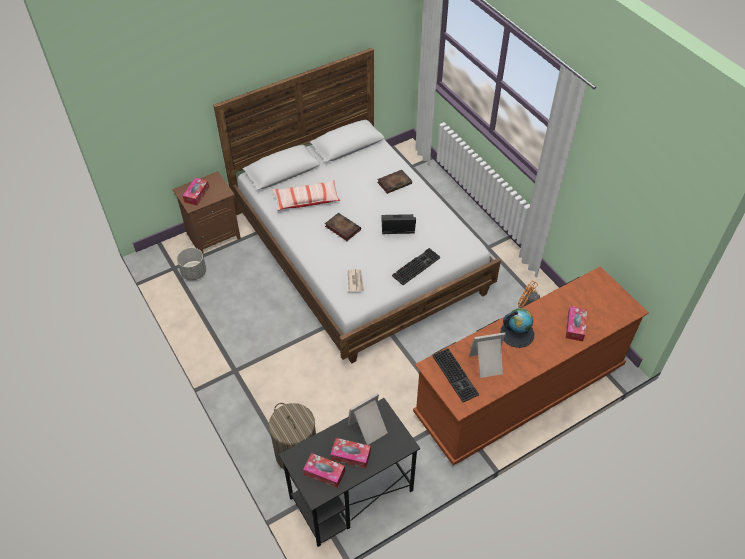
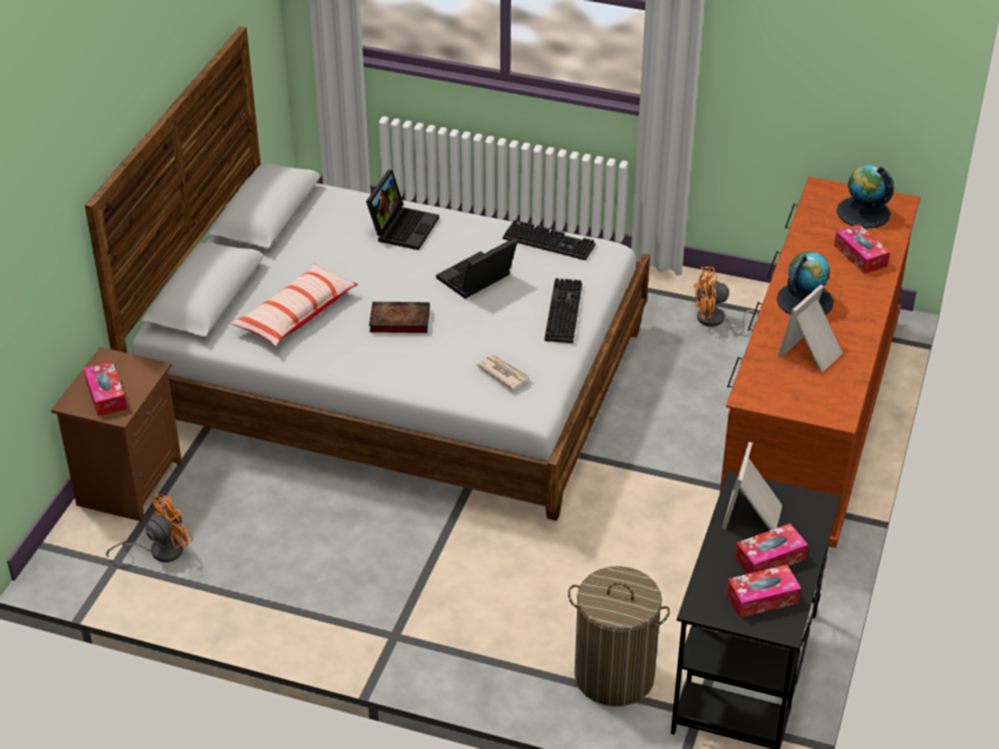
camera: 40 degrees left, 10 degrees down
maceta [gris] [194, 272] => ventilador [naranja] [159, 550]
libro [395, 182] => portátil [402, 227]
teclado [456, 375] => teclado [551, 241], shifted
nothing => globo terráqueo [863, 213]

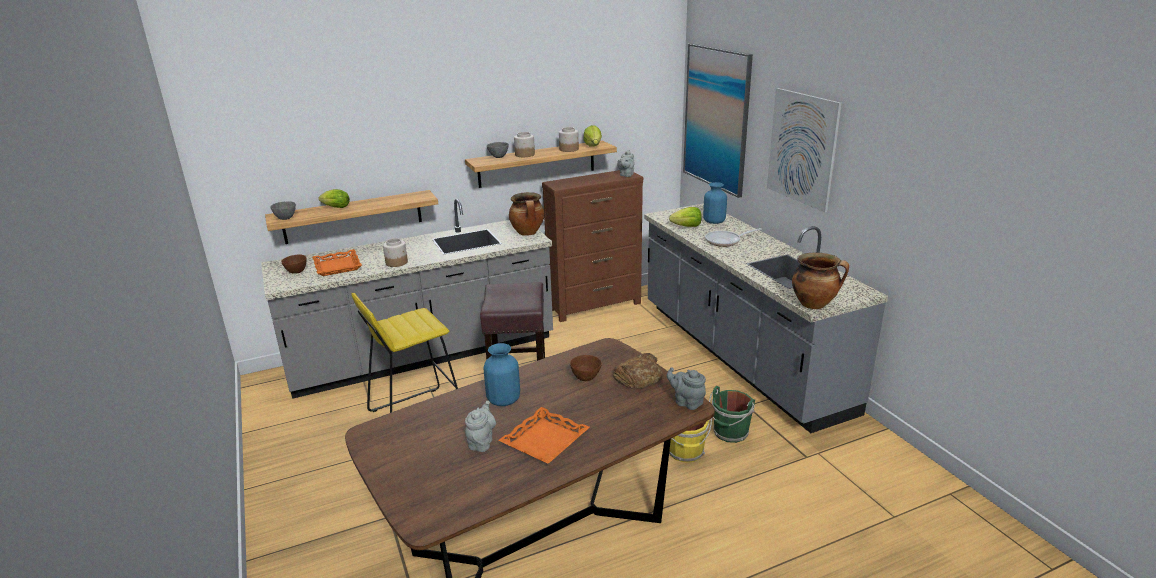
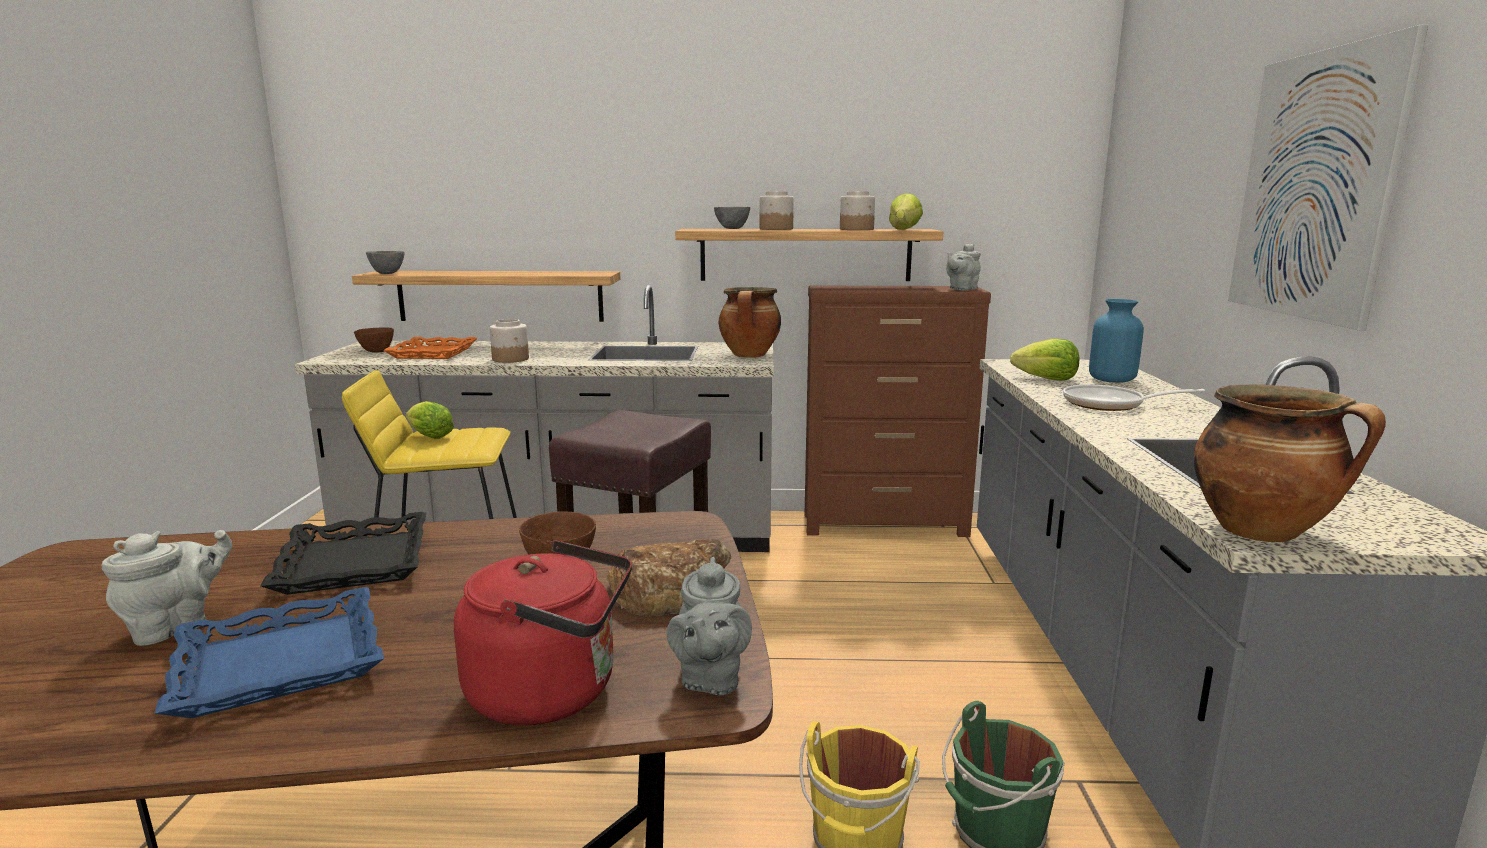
camera: 25 degrees right, 10 degrees down
bandeja [naranja] [544, 440] => bandeja [azul] [280, 662]
florero [azul] [503, 399] => bandeja [negro] [355, 563]
lechuga [335, 207] => lechuga [428, 436], shifted
nothing => hervidor [rojo] [552, 692]
tetera [gris] [687, 402] => tetera [gris] [710, 678], 150 degrees counterclockwise
cuadro [716, 118] => nothing

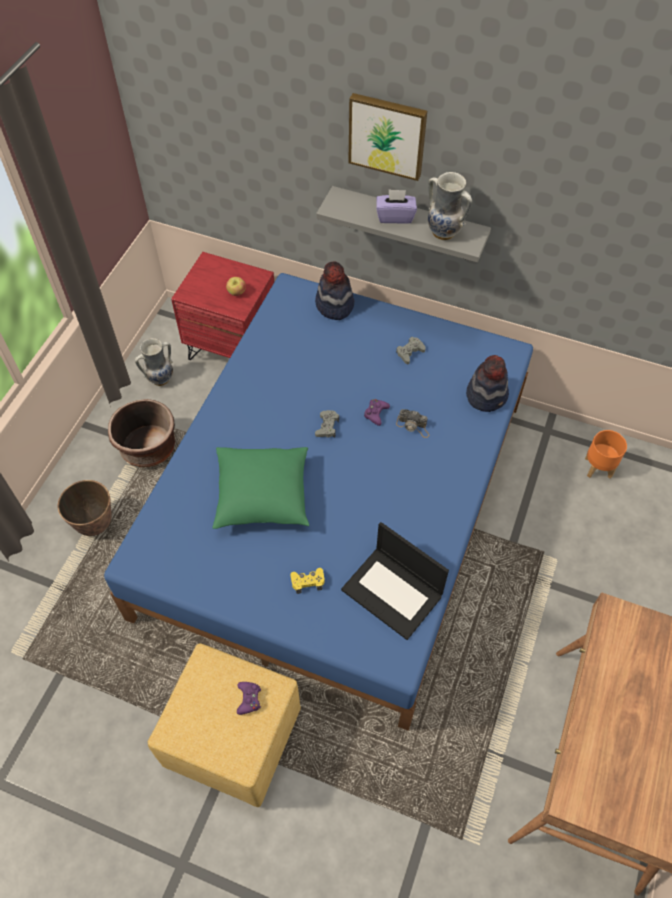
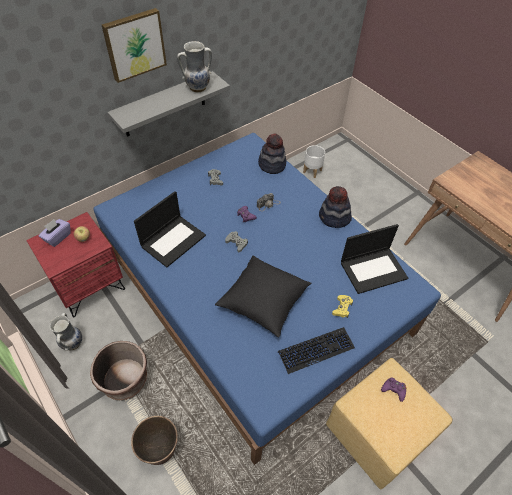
camera: 60 degrees left, 5 degrees down
caja de pañuelos [morado] [395, 216] => caja de pañuelos [morado] [57, 237], shifted
nothing => portátil [173, 240]
cojín [verde] [262, 496] => cojín [negro] [264, 302]
nothing => teclado [316, 350]
maceta [naranja] [599, 467] => maceta [blanco] [312, 171]
sombrero [334, 305] => sombrero [334, 218], shifted

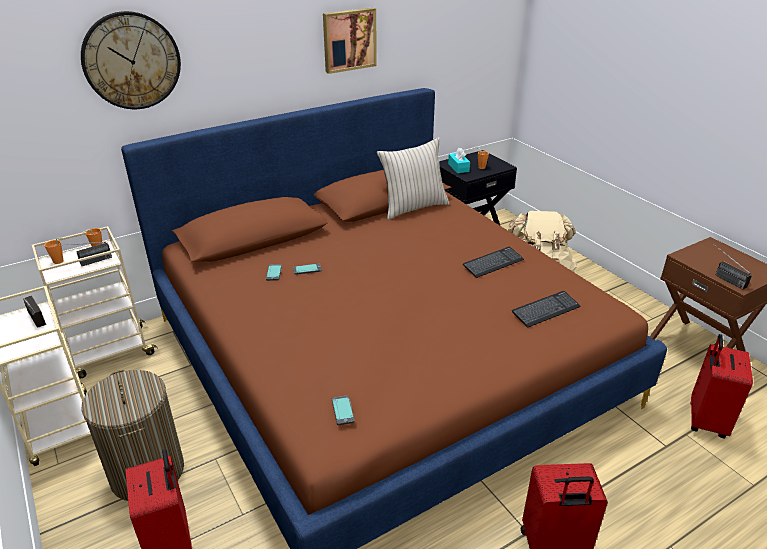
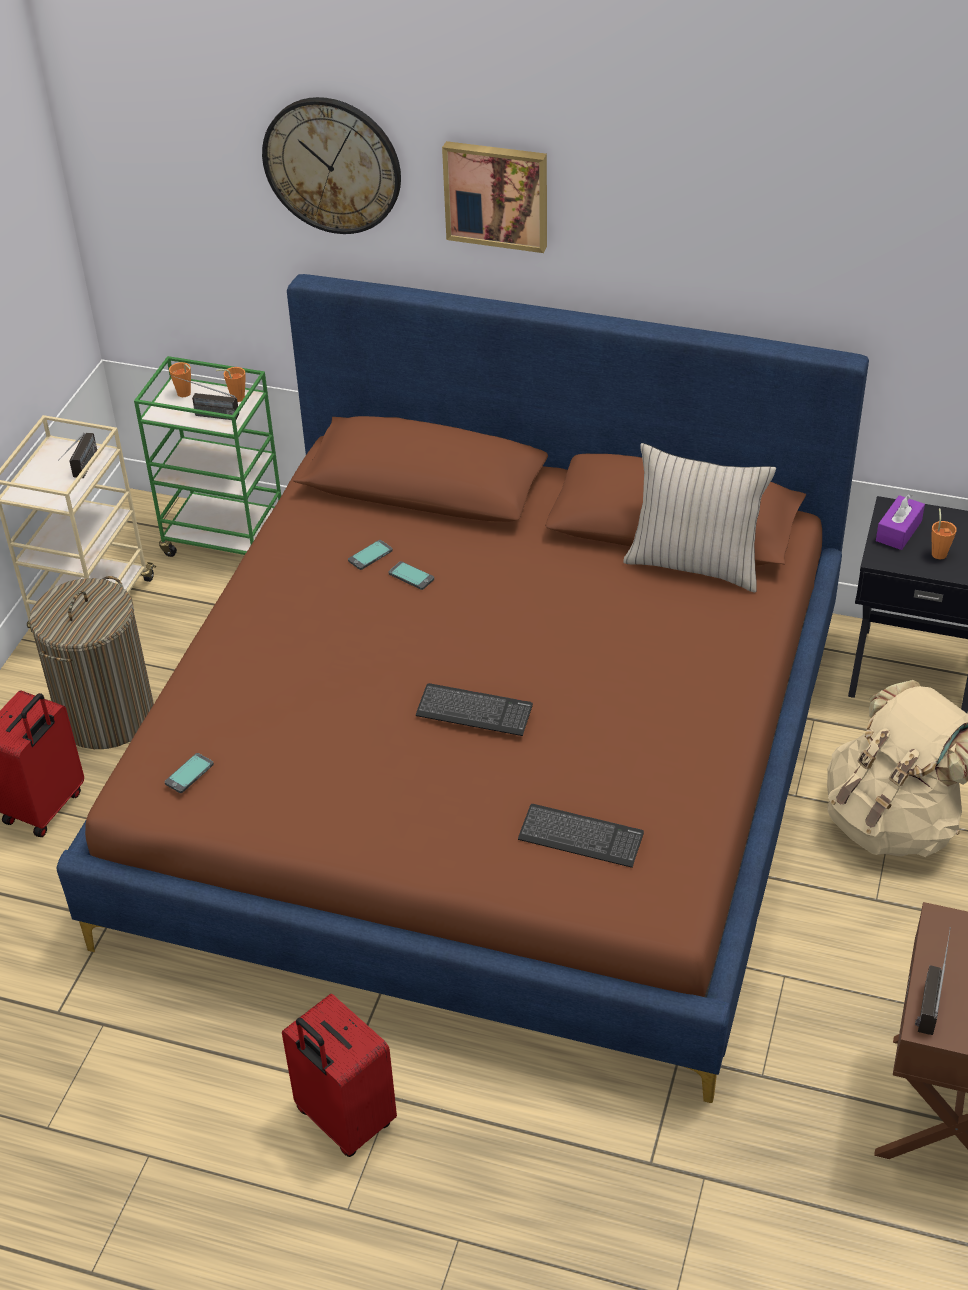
camera: 50 degrees right, 10 degrees up
carrito [beis] [109, 352] => carrito [verde] [226, 540]
teclado [493, 263] => teclado [474, 712], shifted
cuadro [349, 40] => cuadro [497, 194], shifted
caja de pañuelos [turquesa] [458, 167] => caja de pañuelos [morado] [898, 531]
maleta [rojo] [705, 420] => nothing

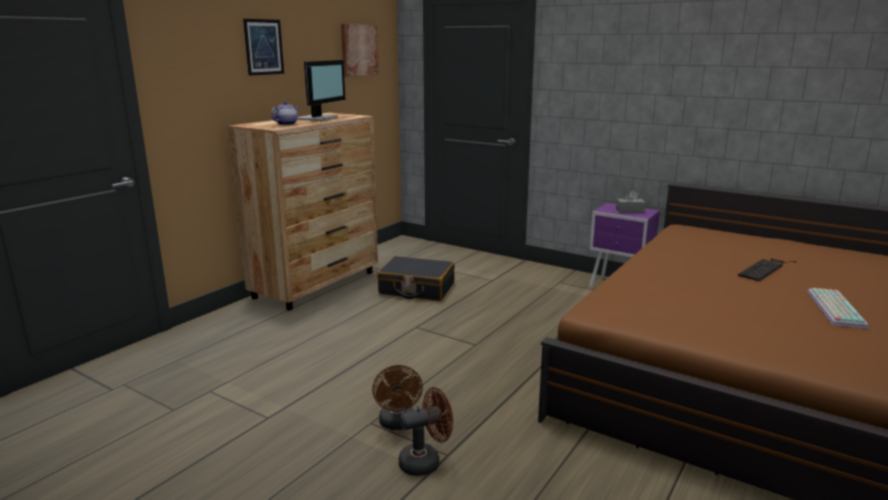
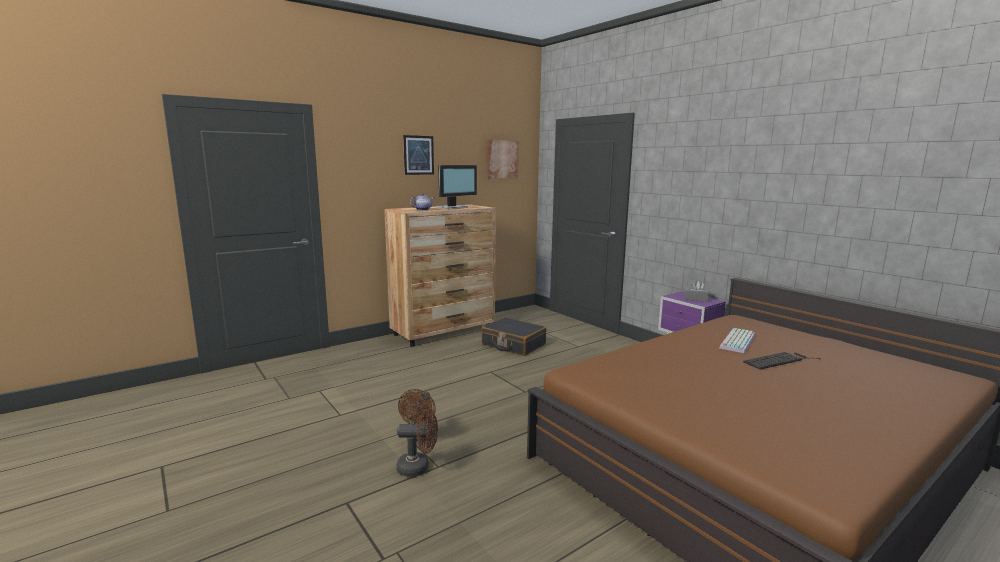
camera: 20 degrees right, 5 degrees down
teclado [833, 308] => teclado [736, 341], shifted

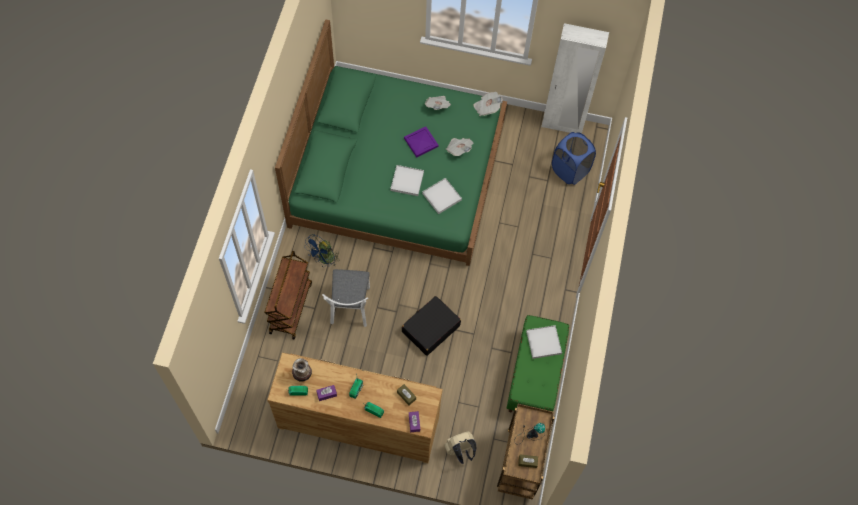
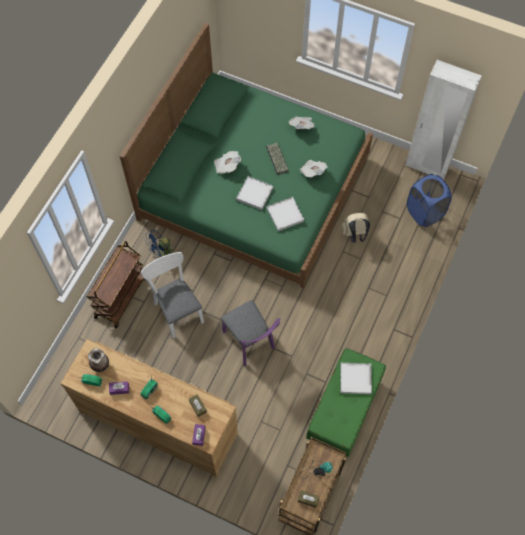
camera: 15 degrees right, 0 degrees up
silla [blanco] [350, 309] => silla [blanco] [177, 309], 135 degrees clockwise
periódico [487, 108] => periódico [227, 166], shifted
maleta [negro] [430, 329] => silla [morado] [250, 343]
bandeja [morado] [421, 142] => teclado [278, 159]
mochila [beis] [460, 451] => mochila [beis] [355, 235], shifted

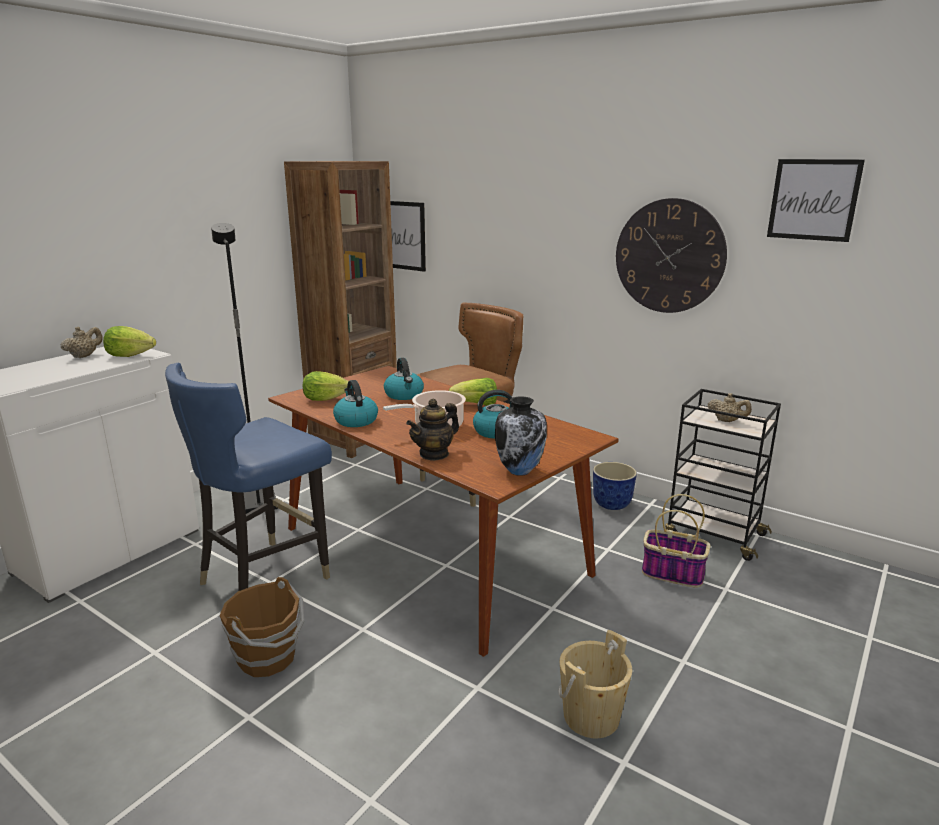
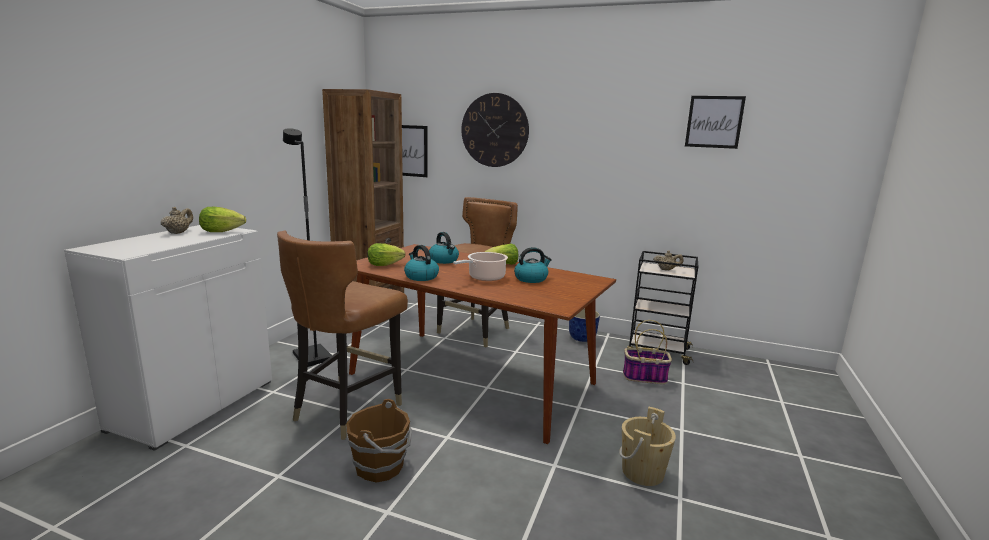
camera: 15 degrees left, 5 degrees down
silla [azul] [265, 577] => silla [marrón] [347, 409]
reloj de pared [669, 256] => reloj de pared [494, 130], shifted
tetera [434, 454] => nothing
florero [520, 471] => nothing

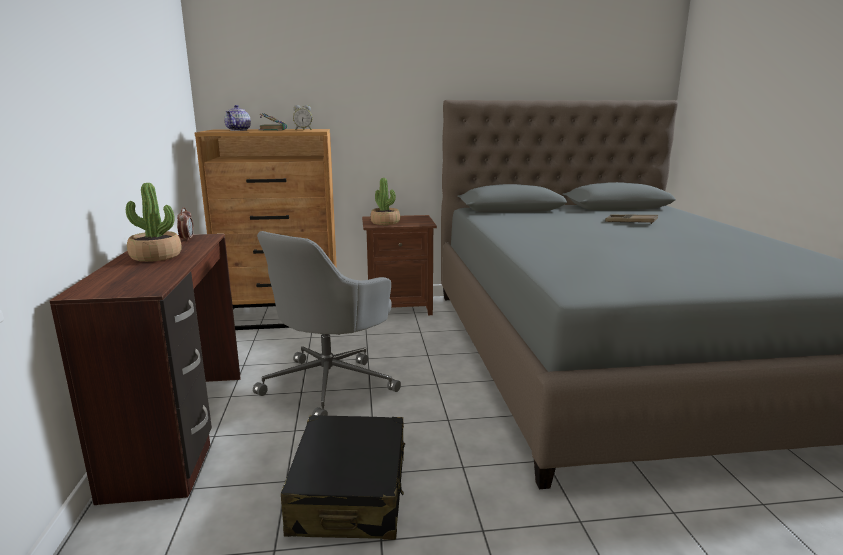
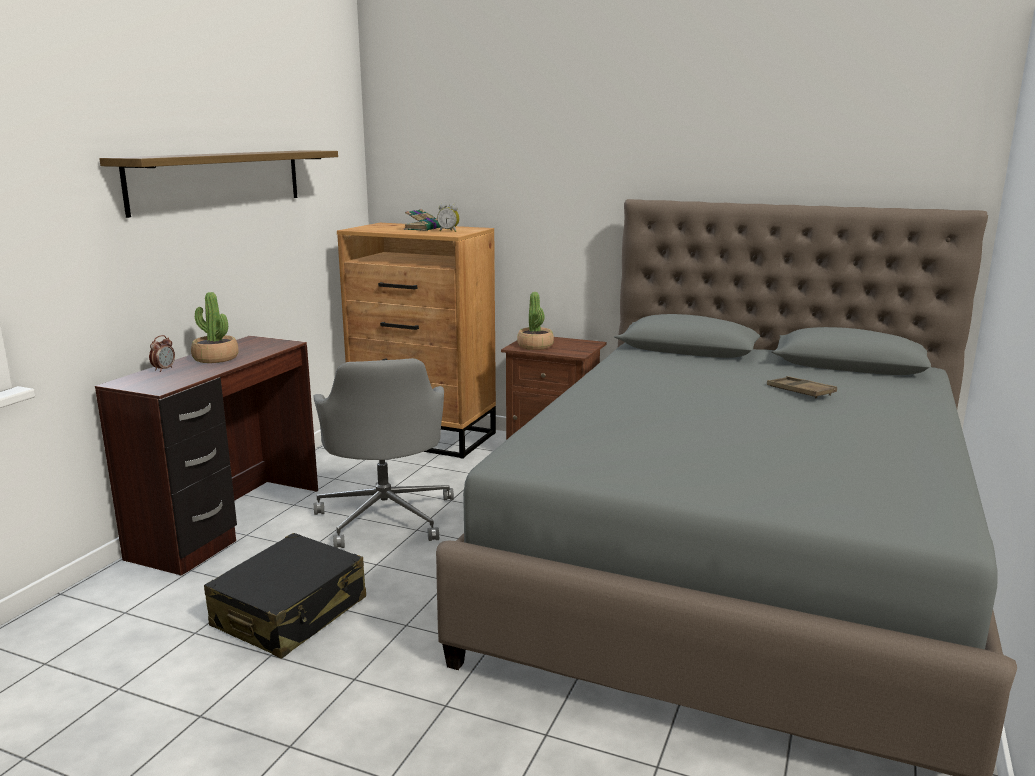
camera: 30 degrees right, 0 degrees up
nothing => estante [219, 180]
despertador [187, 239] => despertador [164, 369], shifted
silla de oficina [gris] [330, 384] => silla de oficina [gris] [386, 516], 75 degrees counterclockwise
tetera [239, 130] => nothing

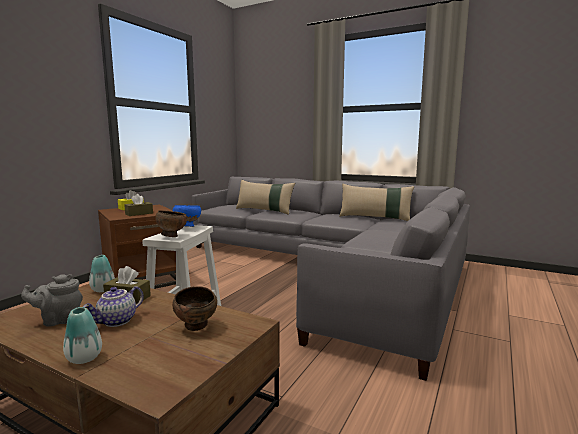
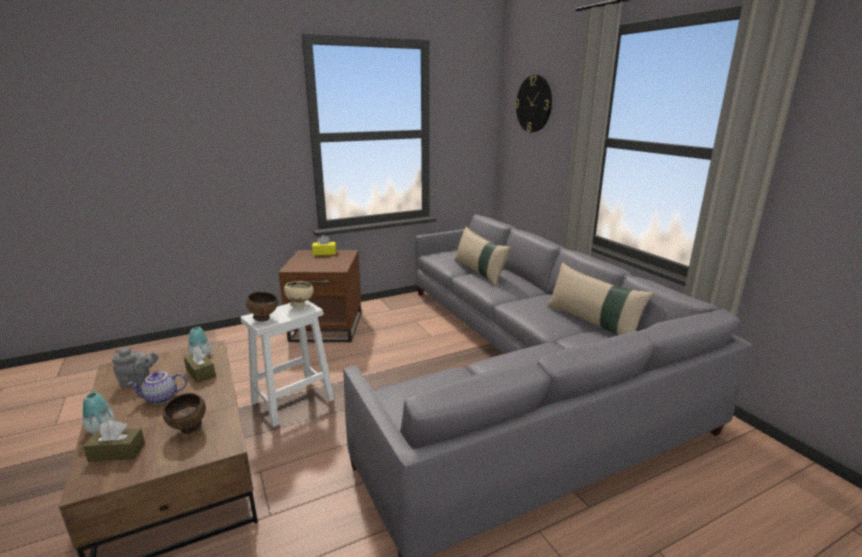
camera: 35 degrees right, 10 degrees up
caja de pañuelos [marrón] [139, 213] => caja de pañuelos [marrón] [117, 452], shifted
tetera [gris] [59, 320] => tetera [gris] [138, 381], 150 degrees clockwise
cuenco [azul] [187, 227] => cuenco [beis] [300, 305]
nothing => reloj de pared [534, 104]

